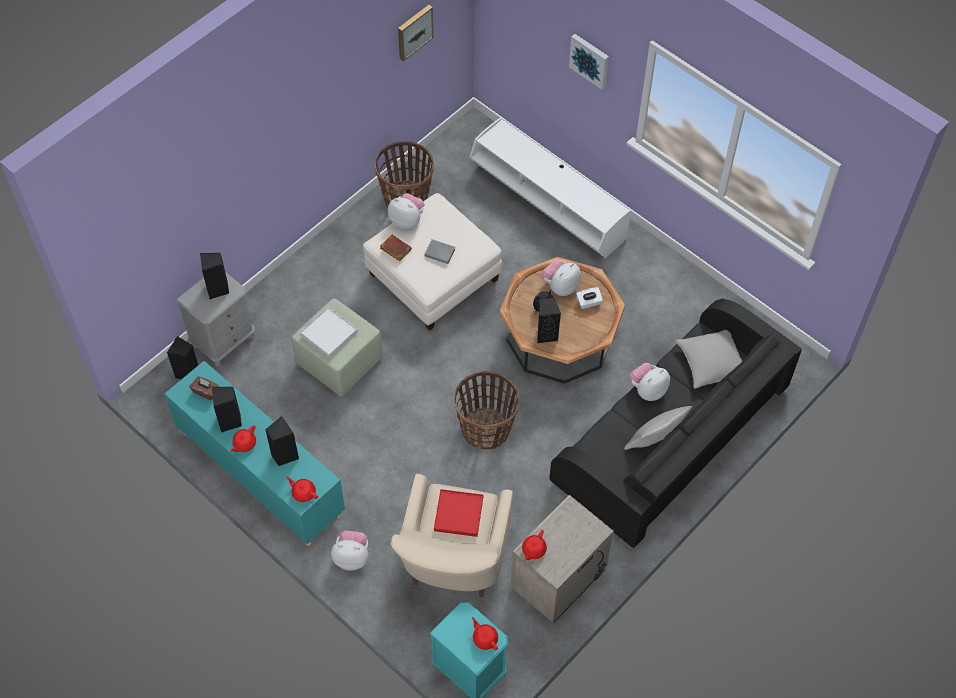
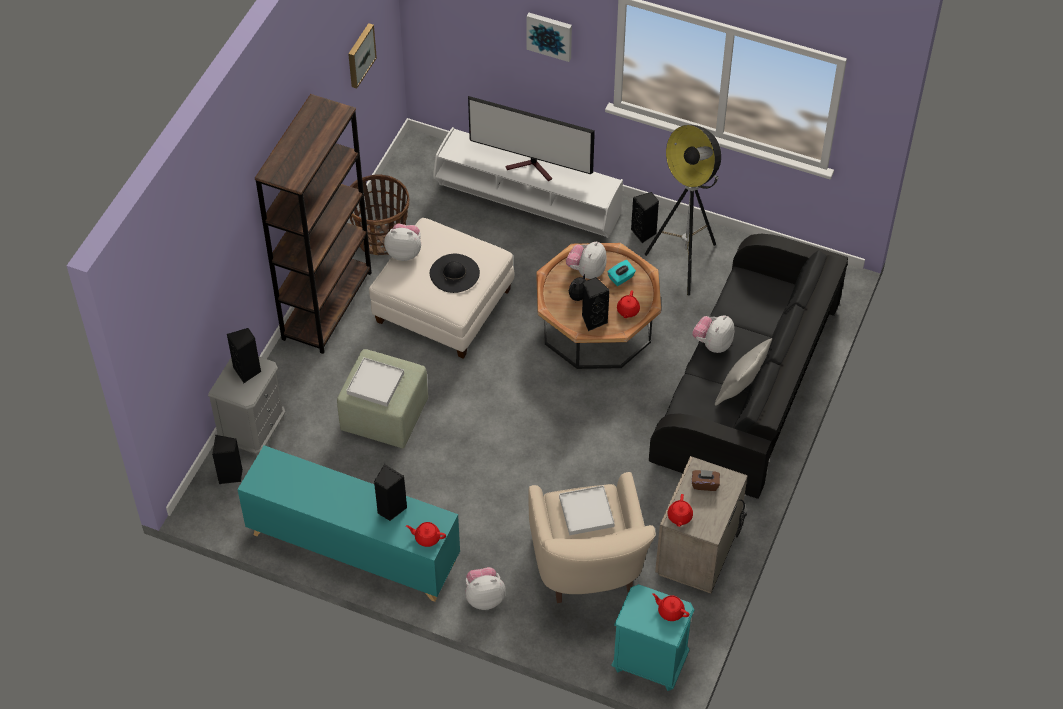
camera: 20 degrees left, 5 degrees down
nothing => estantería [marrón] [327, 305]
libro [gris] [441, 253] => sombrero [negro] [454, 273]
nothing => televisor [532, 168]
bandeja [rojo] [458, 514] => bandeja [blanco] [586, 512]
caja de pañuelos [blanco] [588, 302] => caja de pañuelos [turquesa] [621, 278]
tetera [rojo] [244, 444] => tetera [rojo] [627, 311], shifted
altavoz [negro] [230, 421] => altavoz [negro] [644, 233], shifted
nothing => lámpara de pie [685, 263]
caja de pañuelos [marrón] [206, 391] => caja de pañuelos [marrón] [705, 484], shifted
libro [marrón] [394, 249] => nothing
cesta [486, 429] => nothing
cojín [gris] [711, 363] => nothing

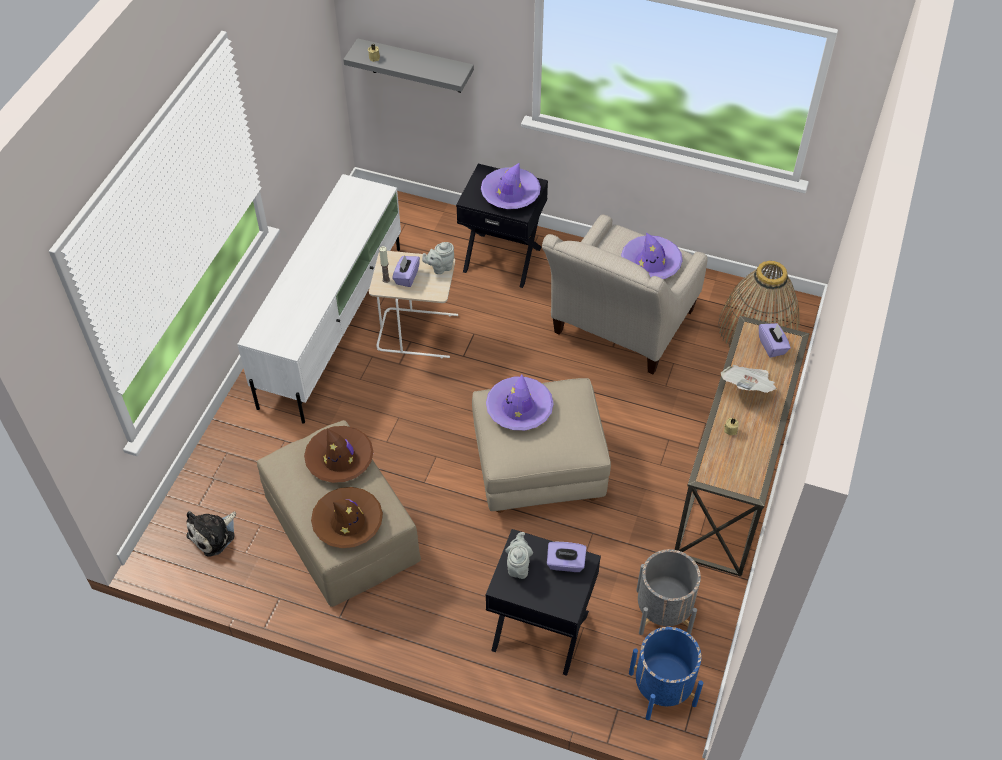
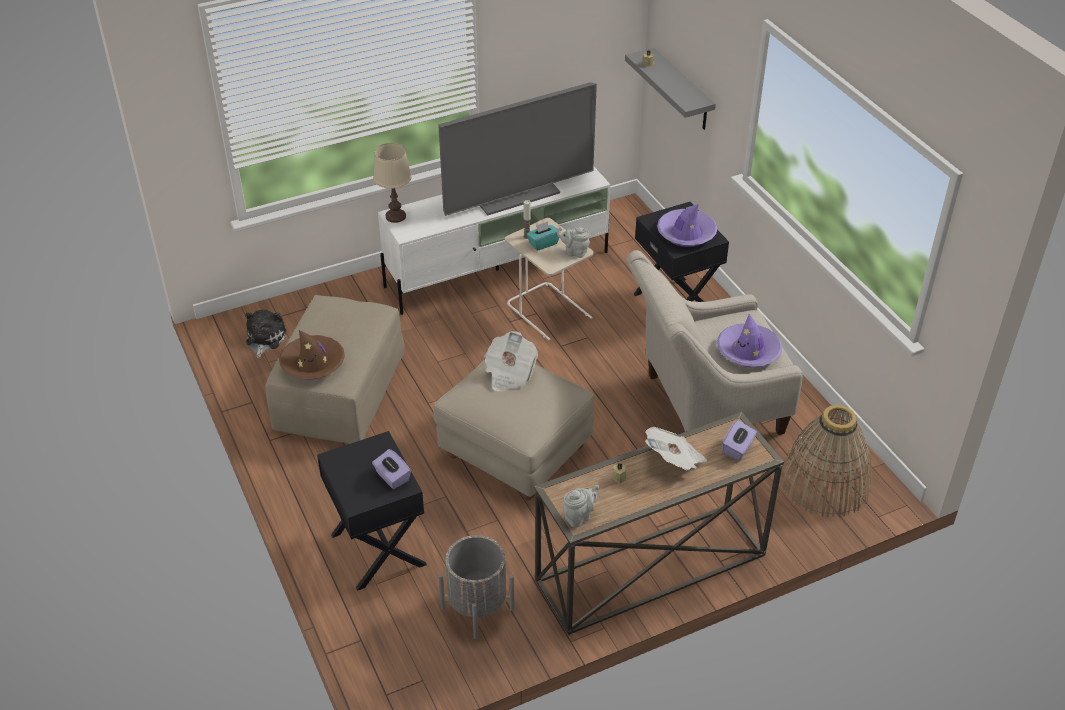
camera: 45 degrees right, 10 degrees down
peluche [214, 534] => peluche [264, 339], 105 degrees clockwise
nothing => lámpara de mesa [beis] [395, 216]
nothing => televisor [516, 193]
sombrero [morado] [519, 408] => periódico [509, 373]
caja de pañuelos [morado] [406, 277] => caja de pañuelos [turquesa] [543, 243]
tetera [gris] [518, 566] => tetera [gris] [579, 516], shifted
sombrero [marrón] [340, 459] => nothing
maceta [azul] [662, 689] => nothing

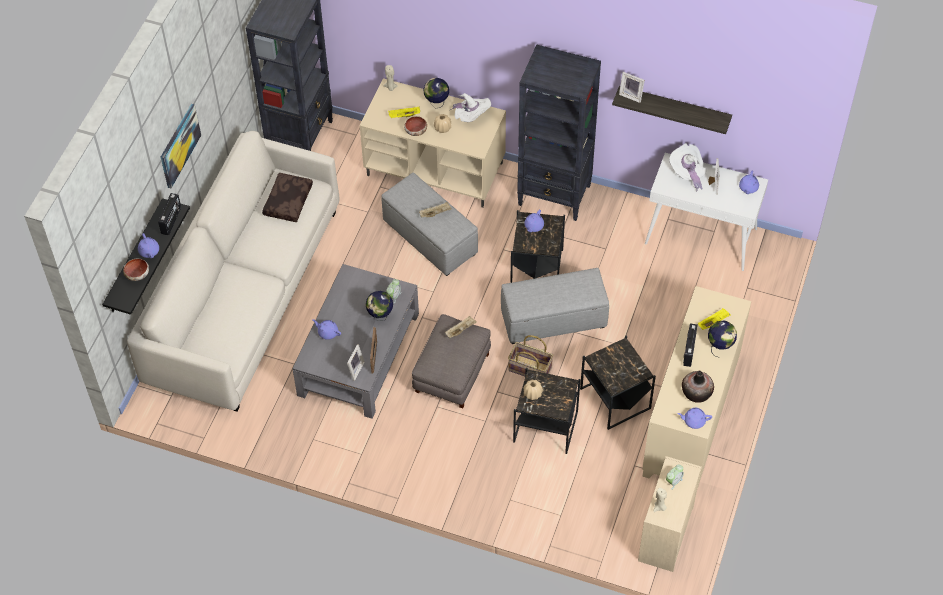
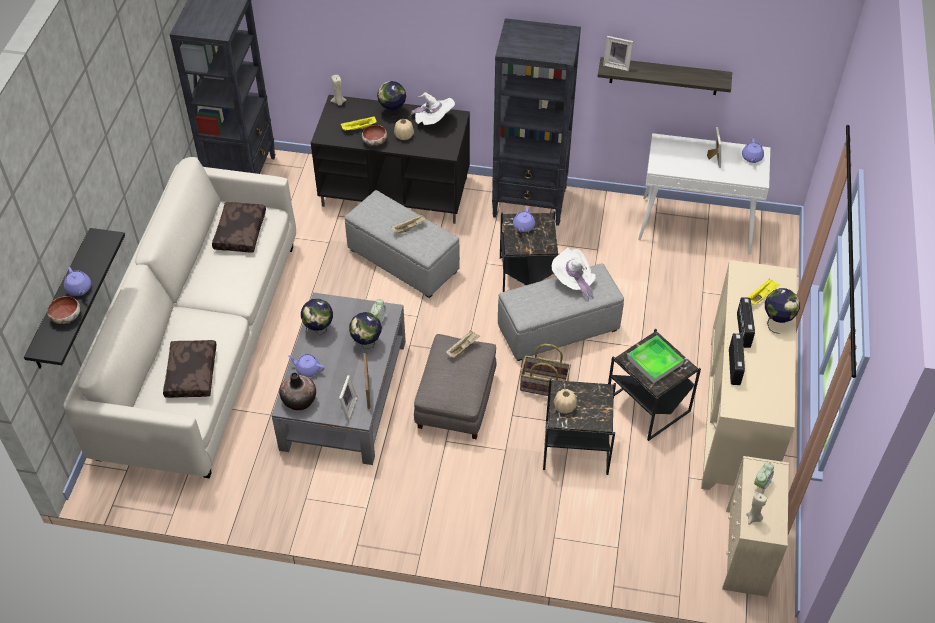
camera: 10 degrees left, 5 degrees down
nothing => cojín [marrón] [190, 373]
florero [696, 393] => florero [299, 400], shifted
nothing => globo terráqueo [319, 330]
mueble de televisión [beis] [436, 169] => mueble de televisión [negro] [396, 191]
sombrero [blanco] [687, 173] => sombrero [blanco] [573, 282], shifted
nothing => bandeja [654, 361]
radio [171, 221] => radio [735, 367], shifted
cuadro [179, 145] => nothing
tetera [morado] [693, 421] => nothing

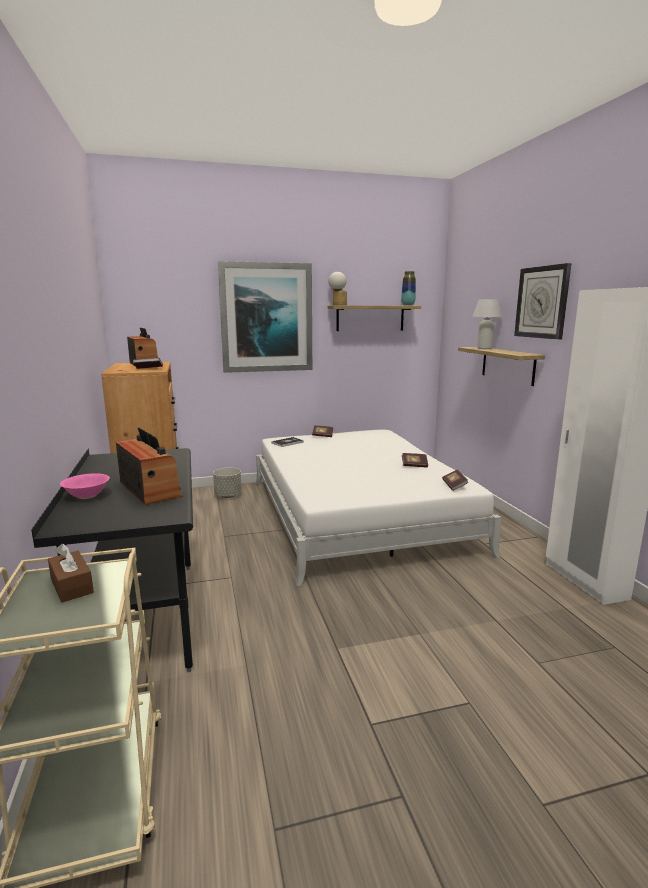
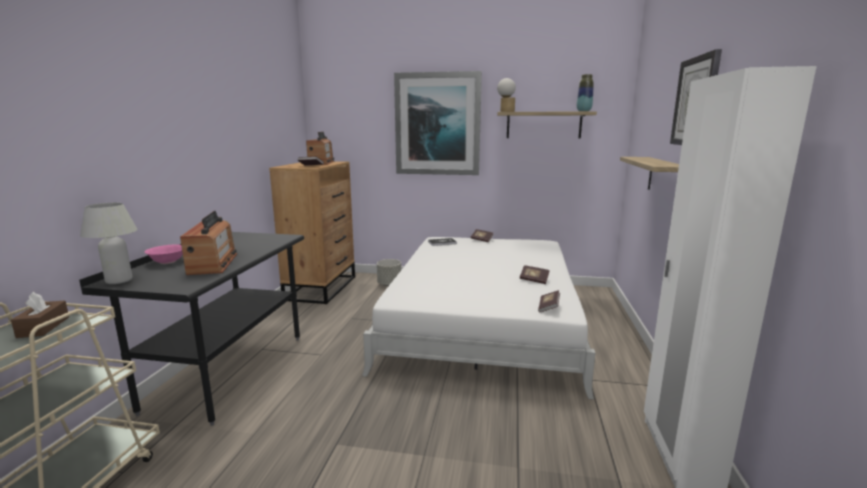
camera: 25 degrees right, 0 degrees up
lámpara de mesa [blanco] [484, 348] => lámpara de mesa [blanco] [119, 280], shifted

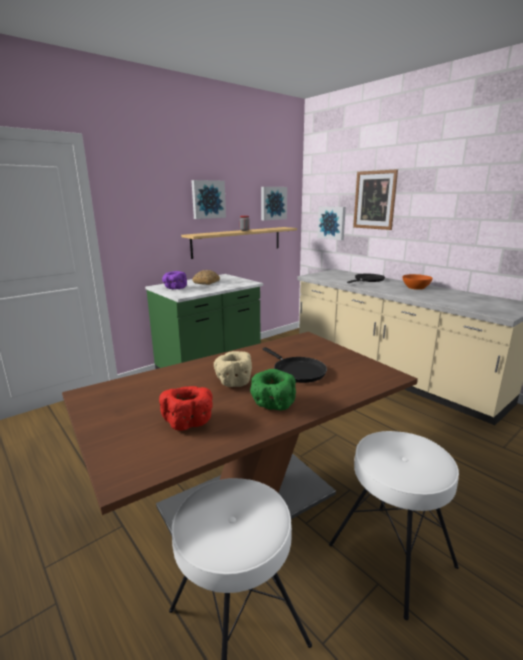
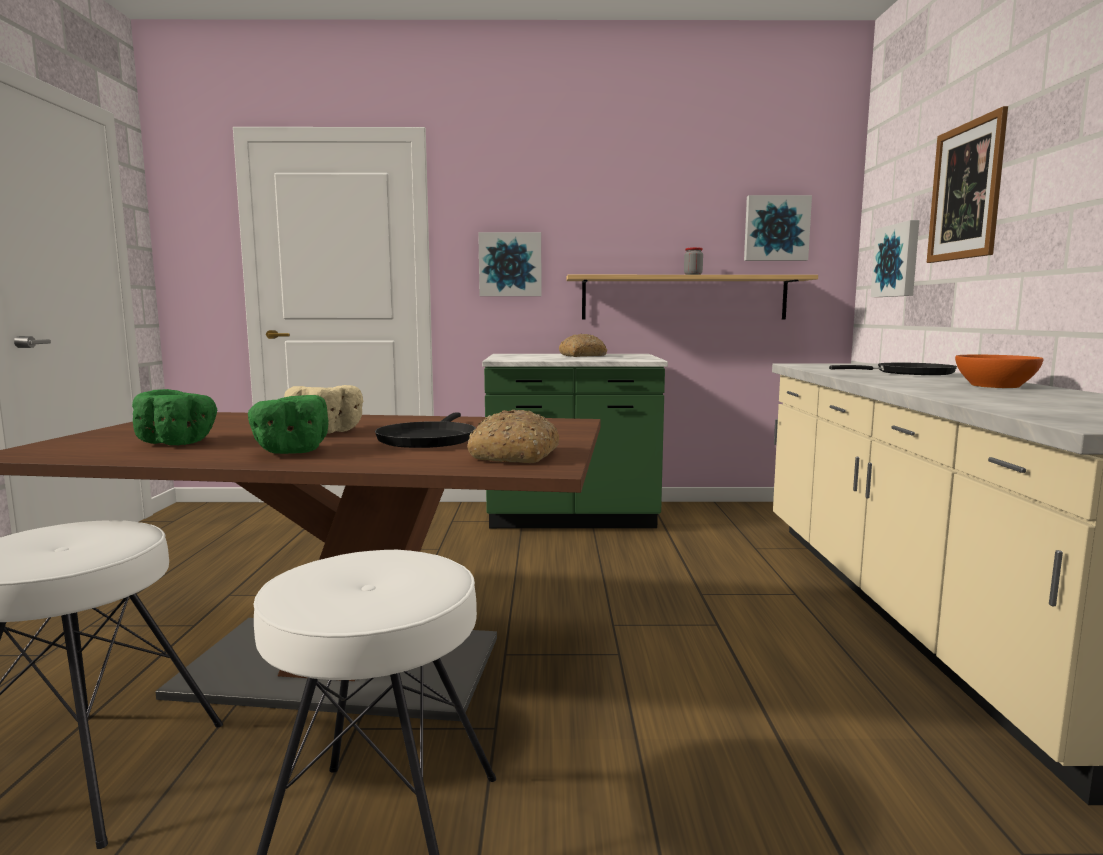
camera: 40 degrees right, 10 degrees down
cuenco [rojo] [188, 421] => cuenco [verde] [179, 442]
nothing => pan [514, 455]
cuadro [208, 199] => cuadro [510, 264], shifted
cuenco [morado] [175, 288] => nothing

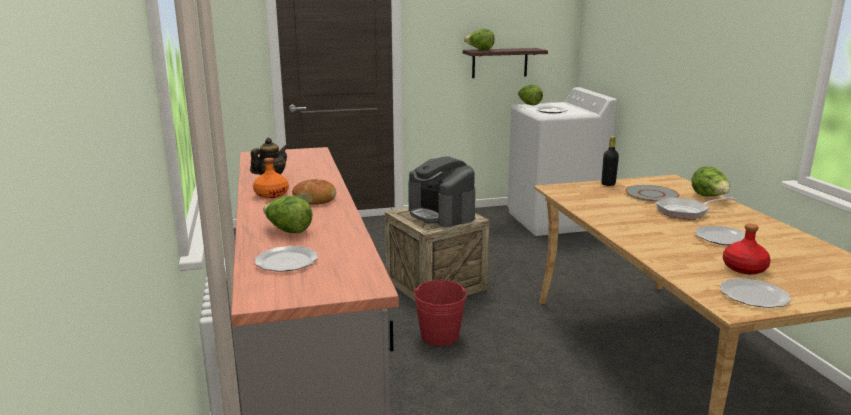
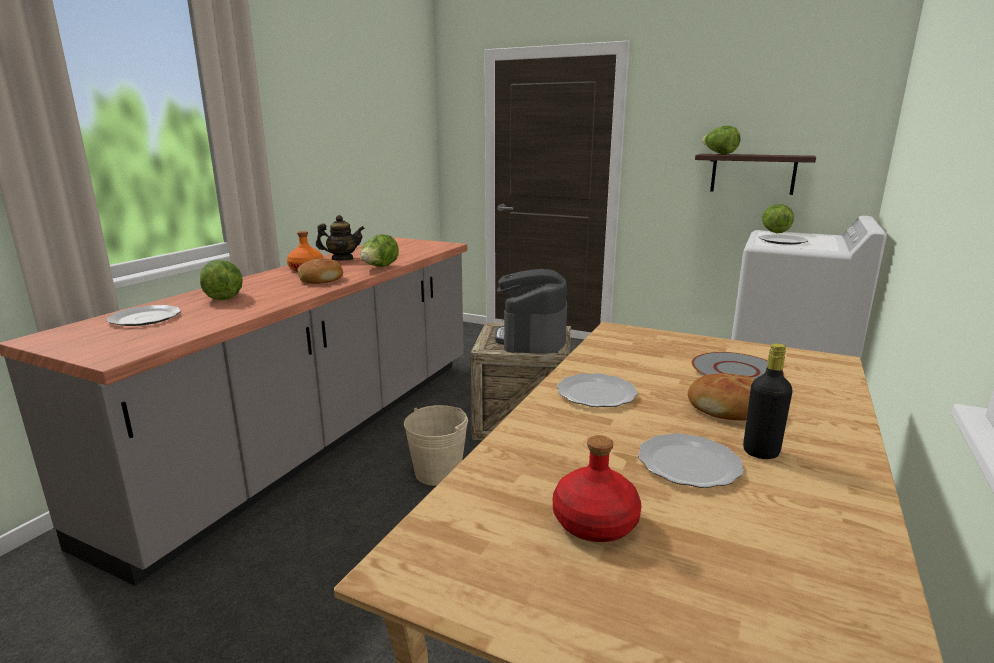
camera: 40 degrees right, 0 degrees up
lechuga [709, 197] => lechuga [379, 267], shifted
cubo [rojo] [440, 336] => cubo [beis] [438, 472]
plato [755, 296] => plato [597, 394], shifted
sartén [685, 212] => pan [729, 408]
botella [negro] [608, 184] => botella [negro] [761, 452], shifted

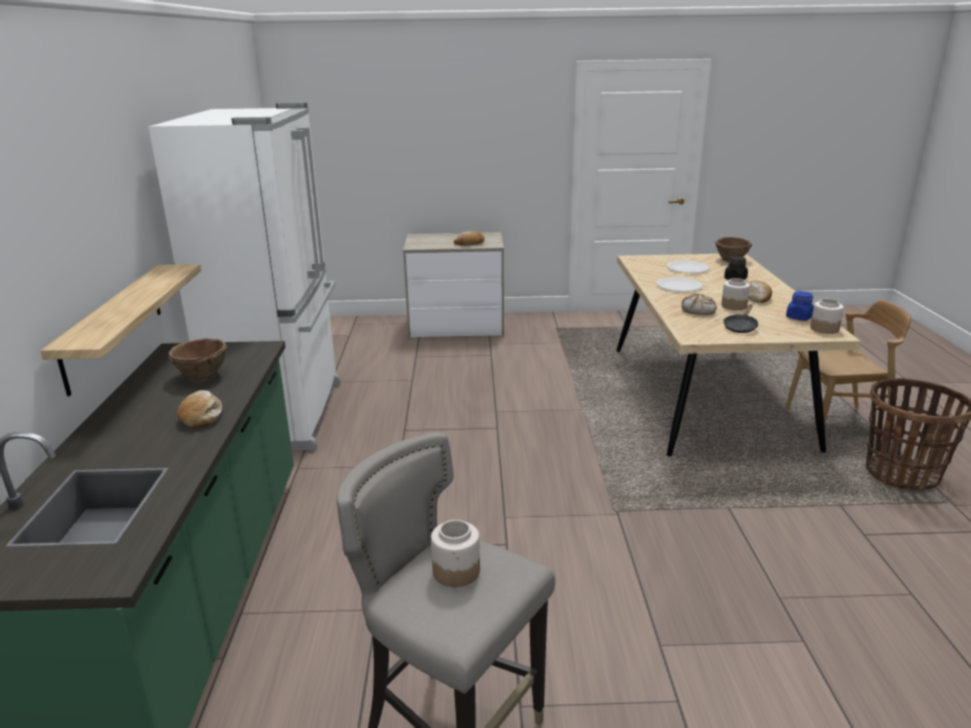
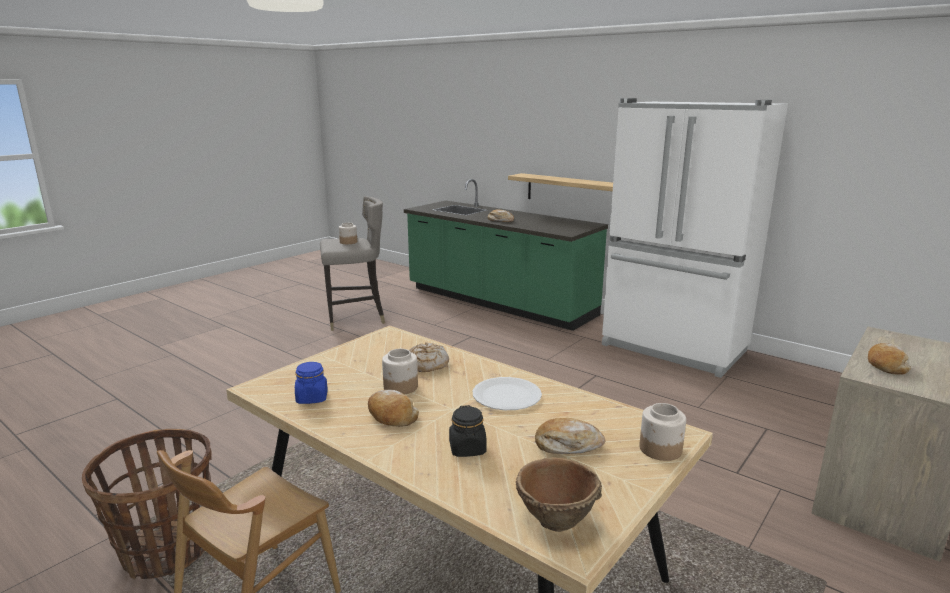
camera: 130 degrees right, 5 degrees down
plato [blanco] [687, 268] => pan [567, 445]
tarro [824, 329] => tarro [661, 449], shifted
cuenco [marrón] [202, 376] => nothing
sartén [negro] [740, 327] => nothing

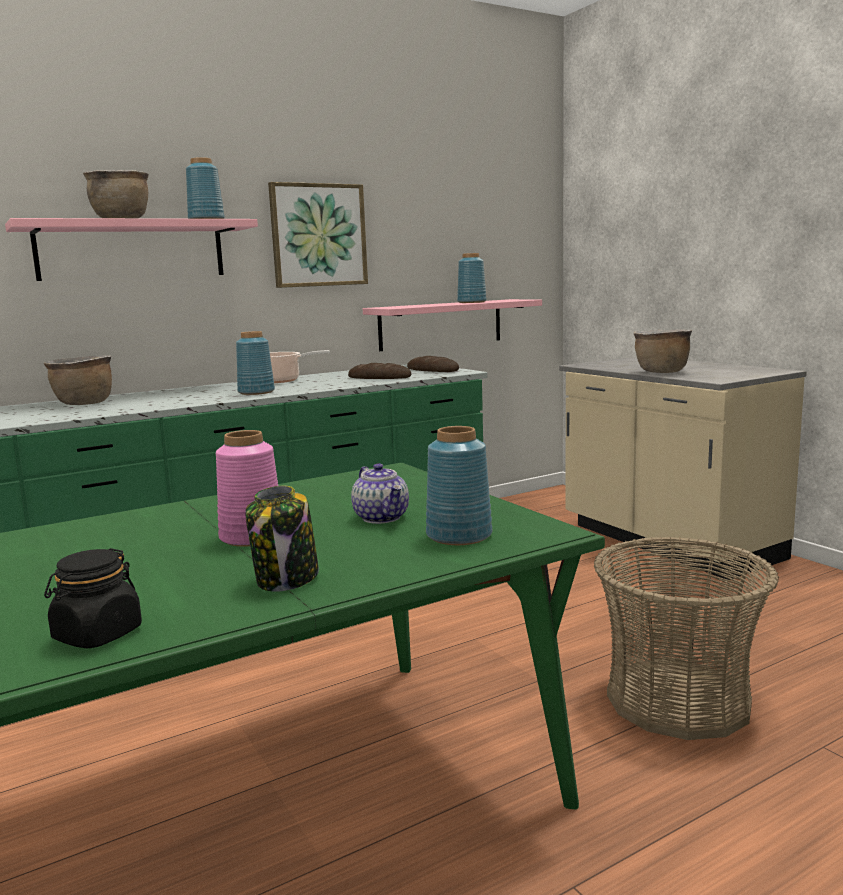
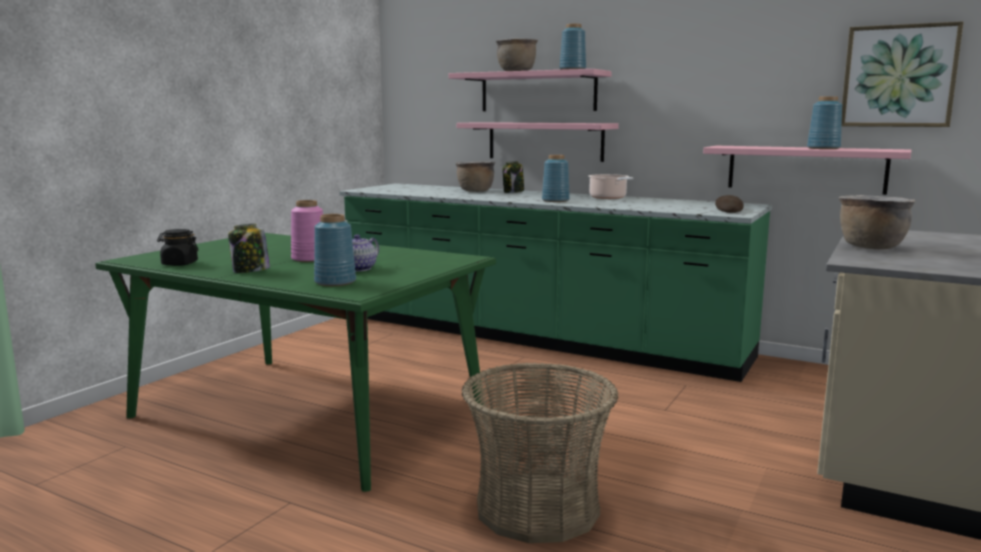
camera: 60 degrees right, 0 degrees up
nothing => estante [rosa] [545, 141]
nothing => tarro [513, 192]
cuadro [318, 235] => cuadro [899, 76], shifted
pan [379, 377] => nothing

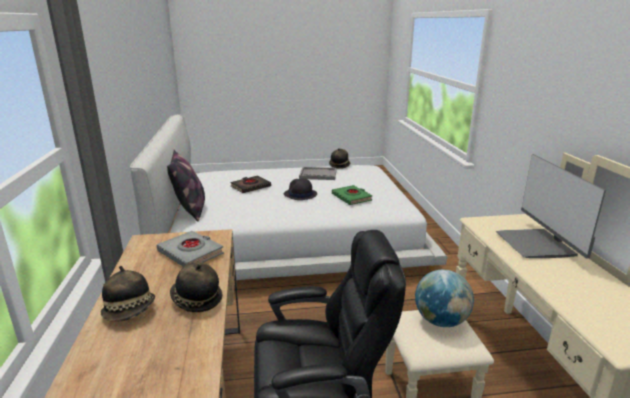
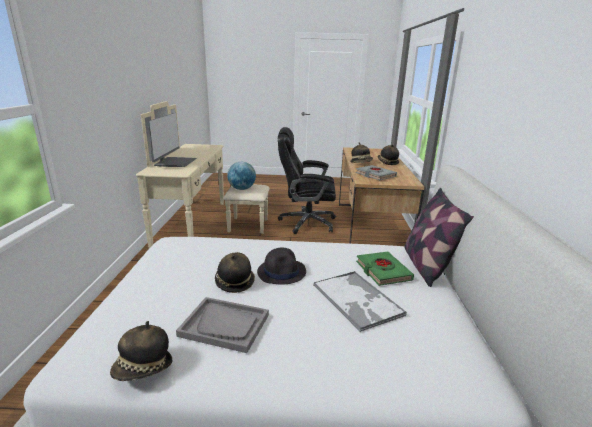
camera: 170 degrees left, 0 degrees up
nothing => sombrero [234, 282]
libro [negro] [250, 187] => bandeja [357, 300]
libro [verde] [351, 197] => libro [verde] [383, 271], shifted

